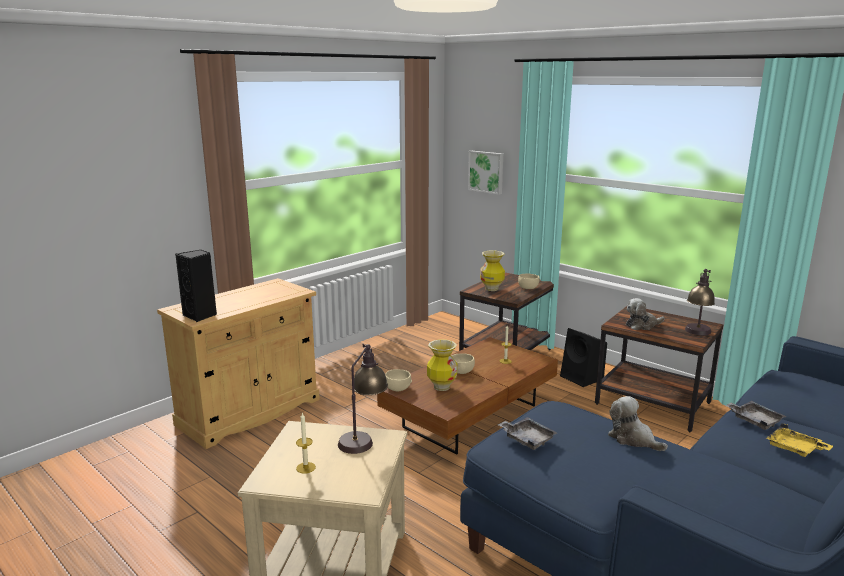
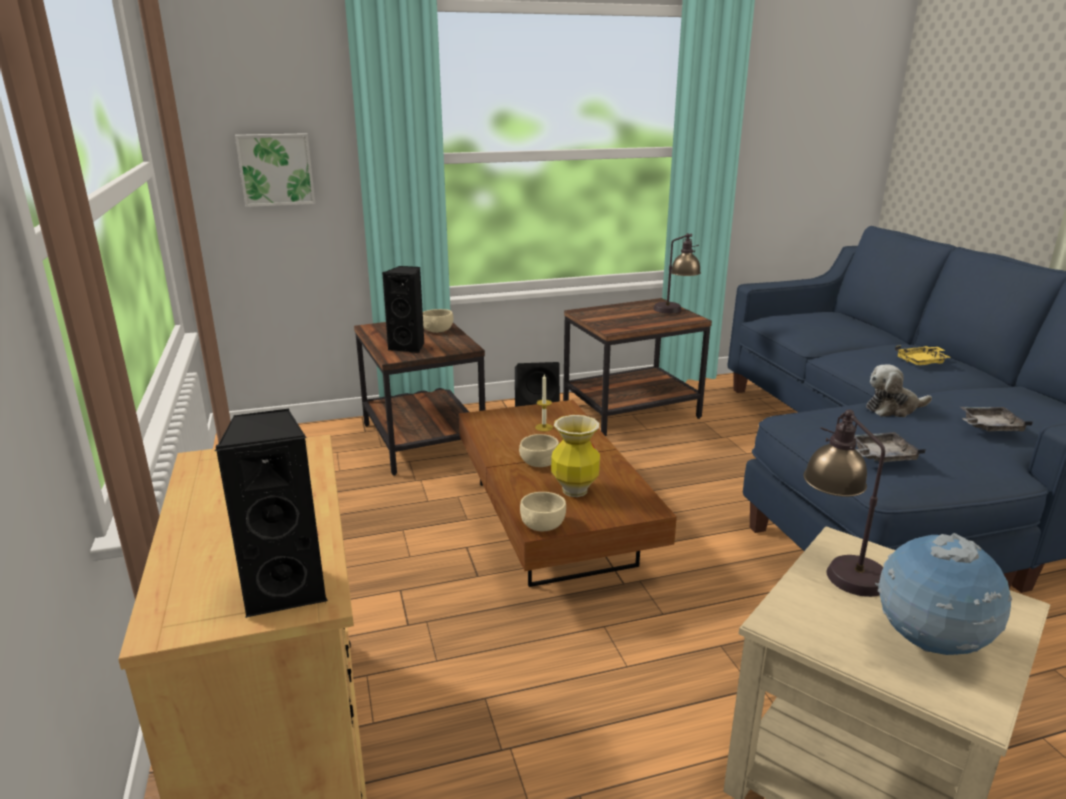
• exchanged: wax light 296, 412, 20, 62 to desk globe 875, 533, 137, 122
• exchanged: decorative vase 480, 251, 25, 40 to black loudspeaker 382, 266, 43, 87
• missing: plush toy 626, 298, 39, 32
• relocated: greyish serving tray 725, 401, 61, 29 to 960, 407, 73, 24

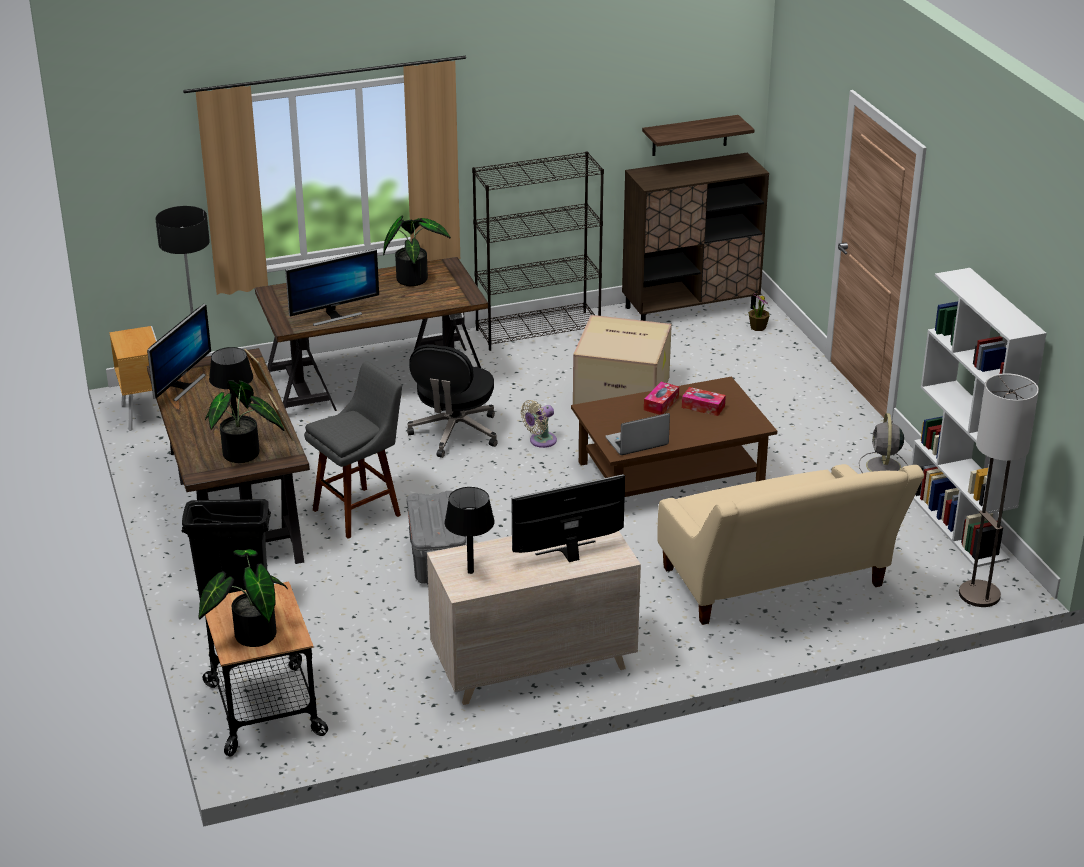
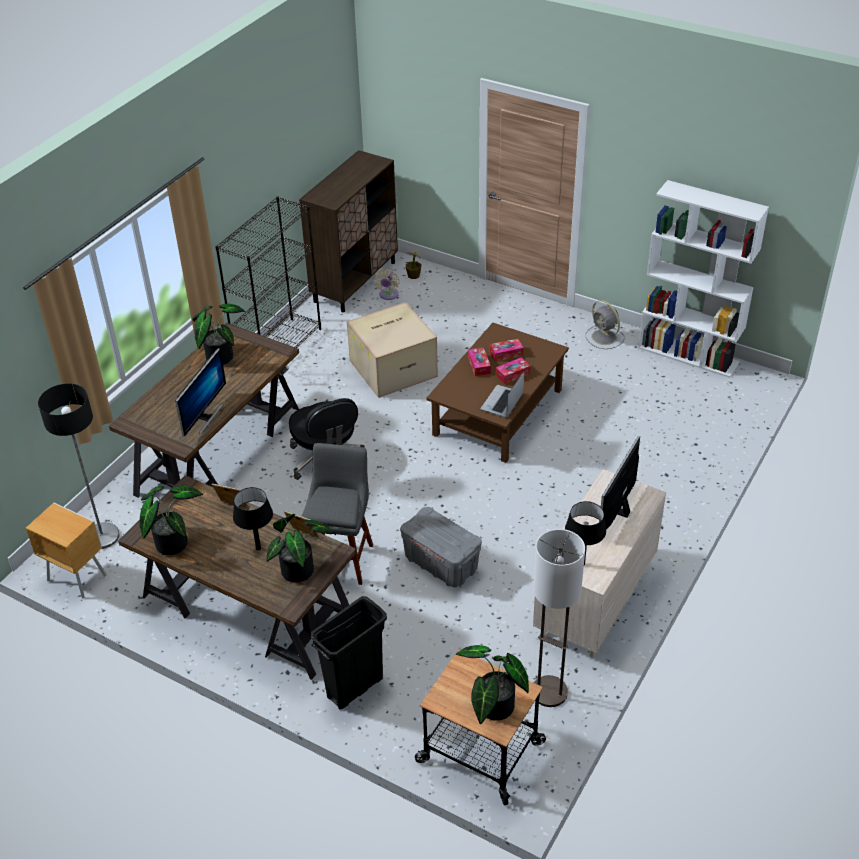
• exchanged: computer screen 147, 304, 64, 97 to houseplant 139, 486, 64, 69
• relocated: sand-coloured fan 520, 400, 37, 48 to 373, 269, 27, 31
• missing: wall shelf 642, 115, 113, 41
• missing: sand-coloured couch 657, 464, 267, 161
• relocated: standing lamp 959, 373, 80, 234 to 533, 529, 52, 178
• appeared: tissue holder 496, 357, 34, 27

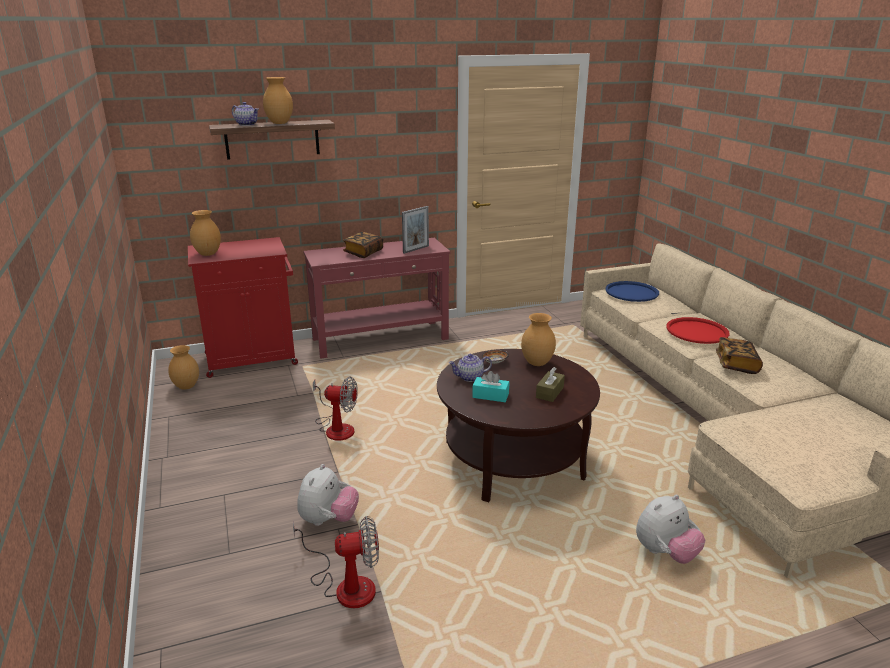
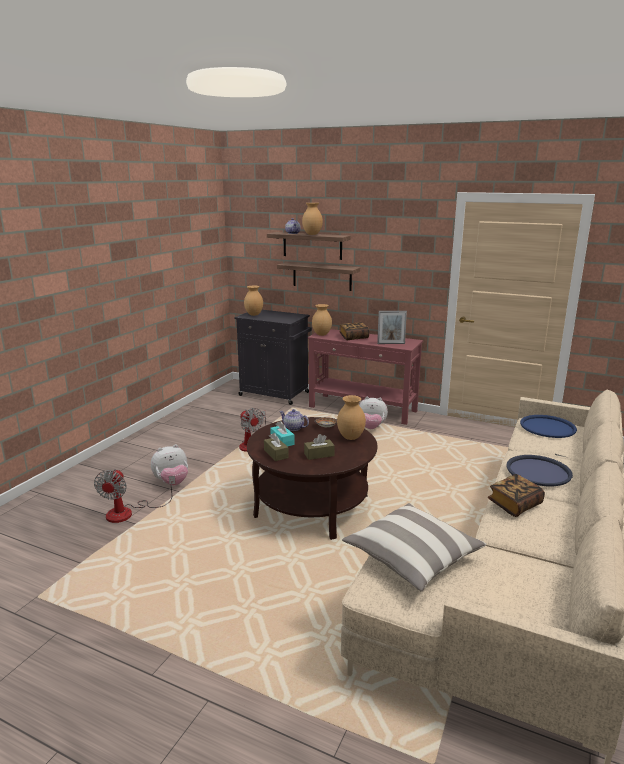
• relocated: brown-coloured decorative vase 168, 345, 31, 45 to 312, 304, 20, 32
• colour: red storage cabinet 188, 237, 110, 141 to black storage cabinet 234, 310, 78, 95
• spun: fan 293, 516, 86, 92 = 94, 469, 82, 54 60 degrees clockwise
• relocated: plush toy 636, 494, 69, 70 to 359, 397, 29, 32
• colour: red serving tray 666, 317, 64, 27 to bluish serving tray 506, 455, 67, 31
• appeared: brown-coloured tissue holder 264, 433, 25, 28
• appeared: wall shelf 277, 262, 83, 29
• appeared: pillow 342, 503, 145, 89

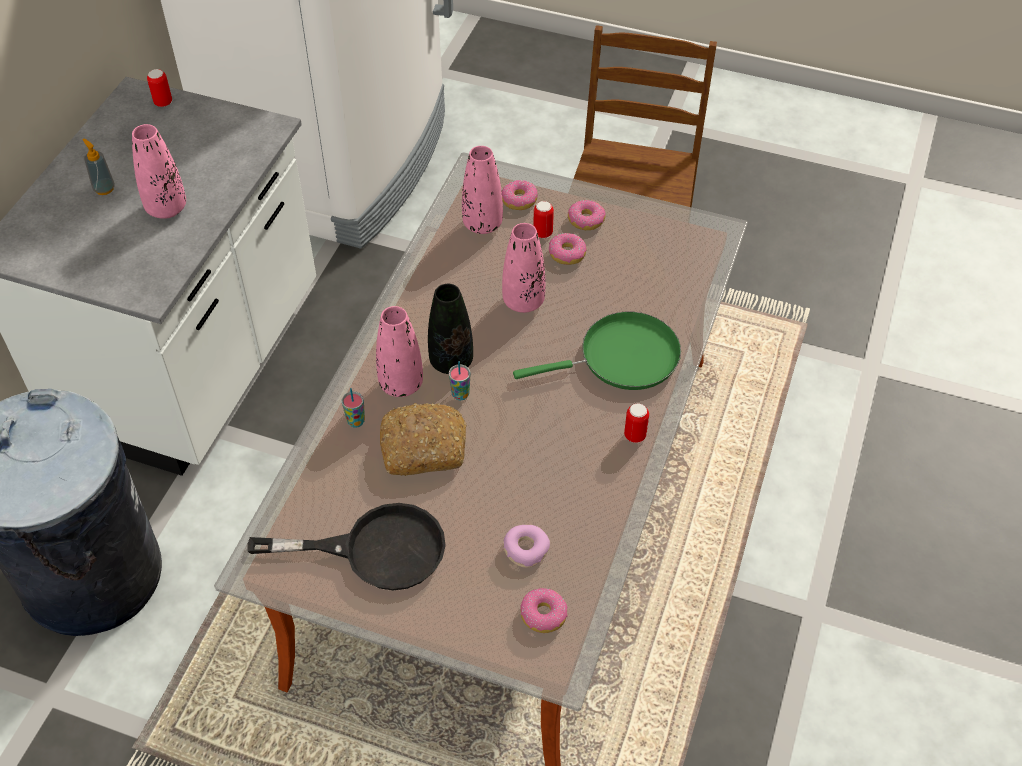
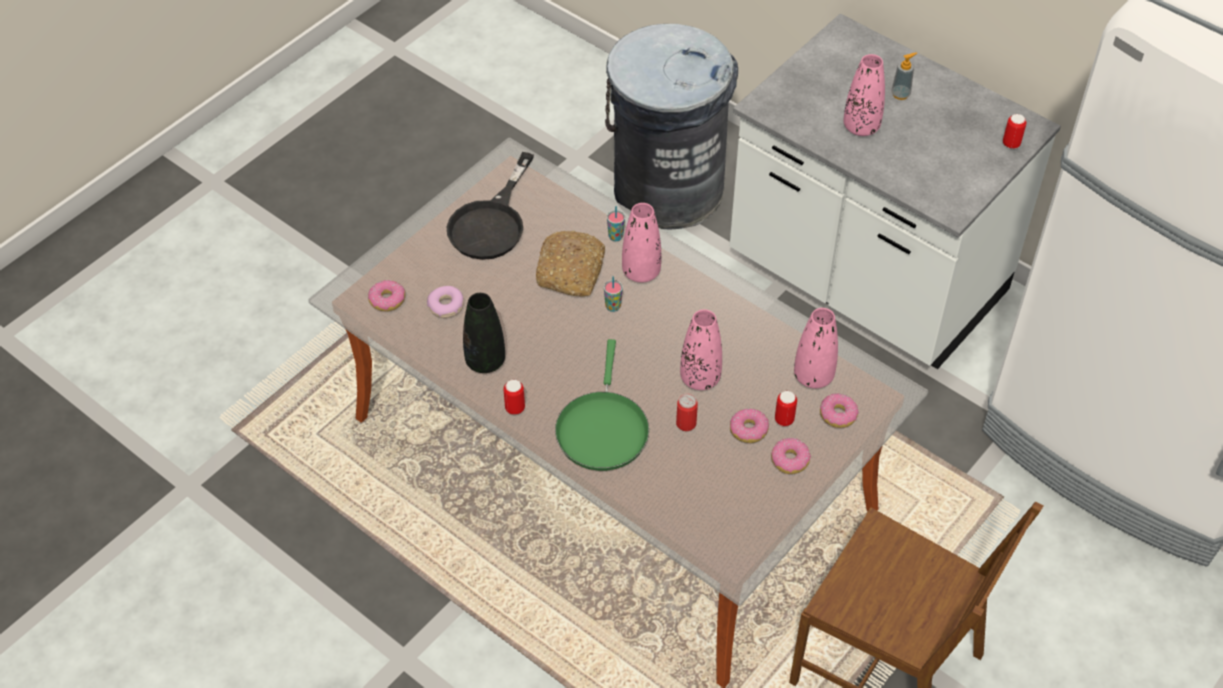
• relocated: black decorative vase 428, 284, 45, 90 to 463, 293, 42, 80
• appeared: metal can 676, 393, 22, 38

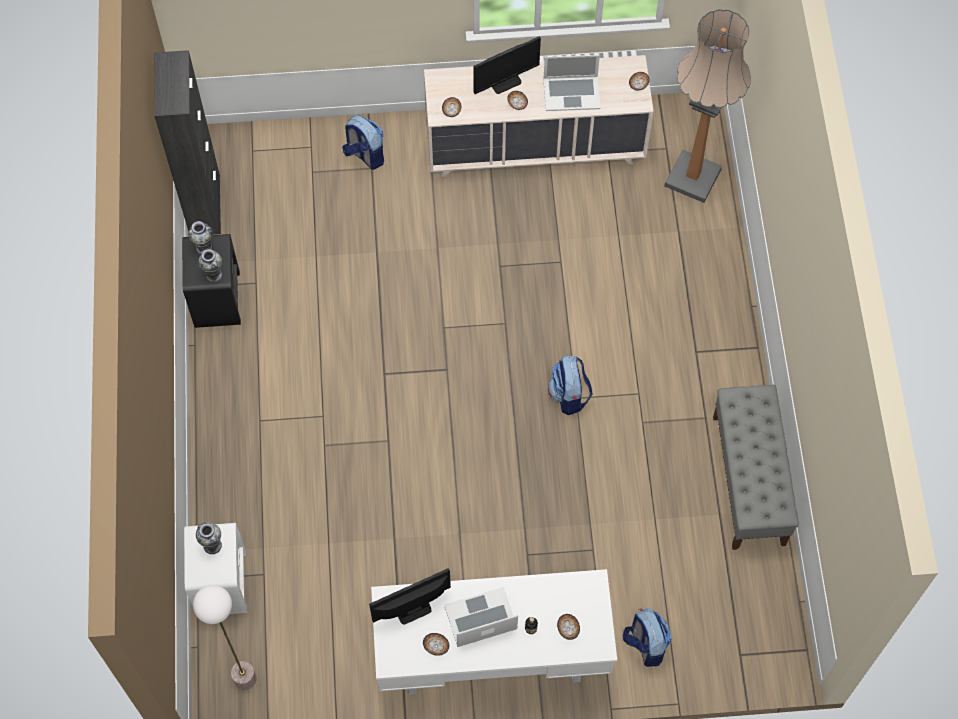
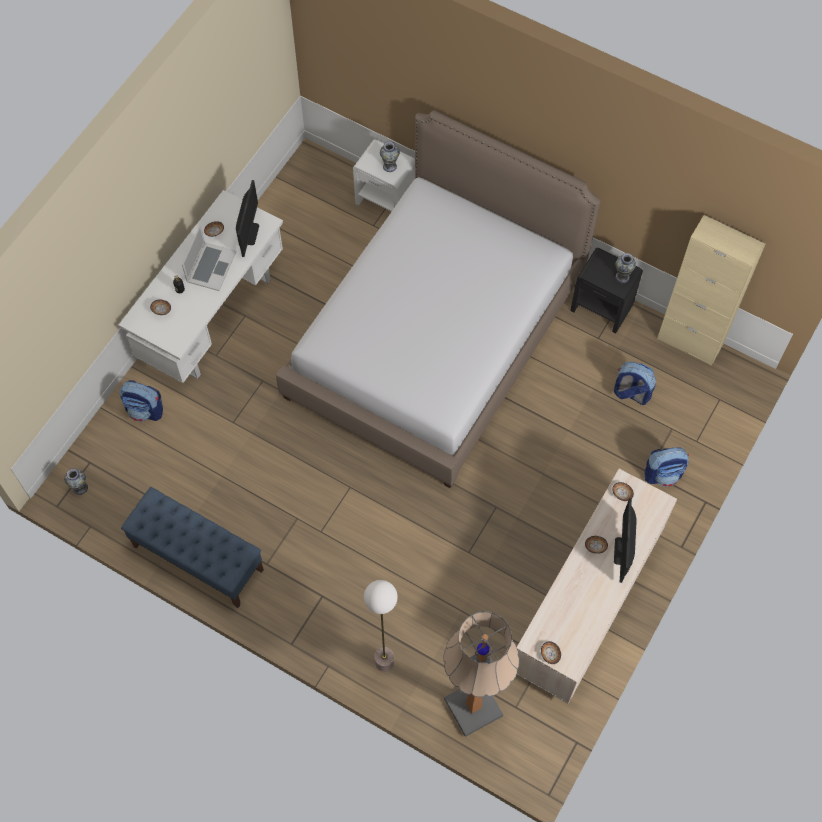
• colour: black storage cabinet 154, 50, 67, 184 to sand-coloured storage cabinet 657, 215, 108, 151
• relocated: standing lamp 193, 585, 64, 105 to 364, 580, 34, 92
• relocated: decorative vase 198, 249, 24, 34 to 64, 468, 24, 27
• missing: portable computer 543, 55, 57, 56
• relocated: knapsack 548, 355, 45, 60 to 614, 362, 42, 43
• colour: greyish bench 713, 385, 86, 165 to bluish bench 121, 487, 143, 121
• appeared: bedroom bed 276, 111, 325, 377

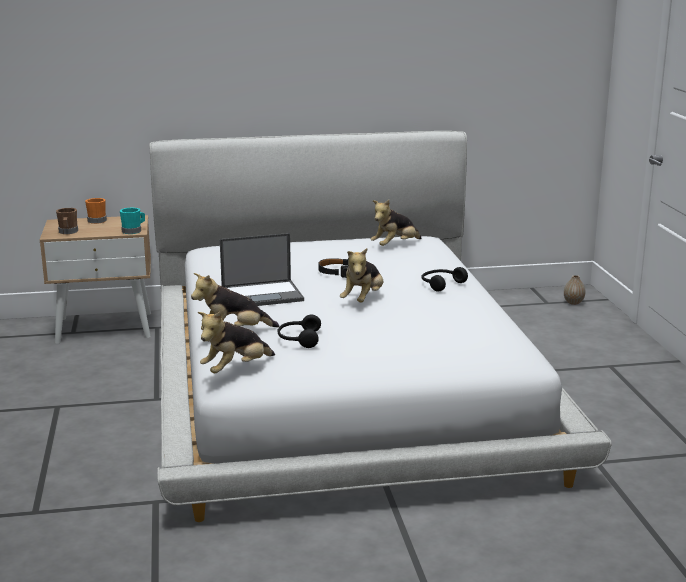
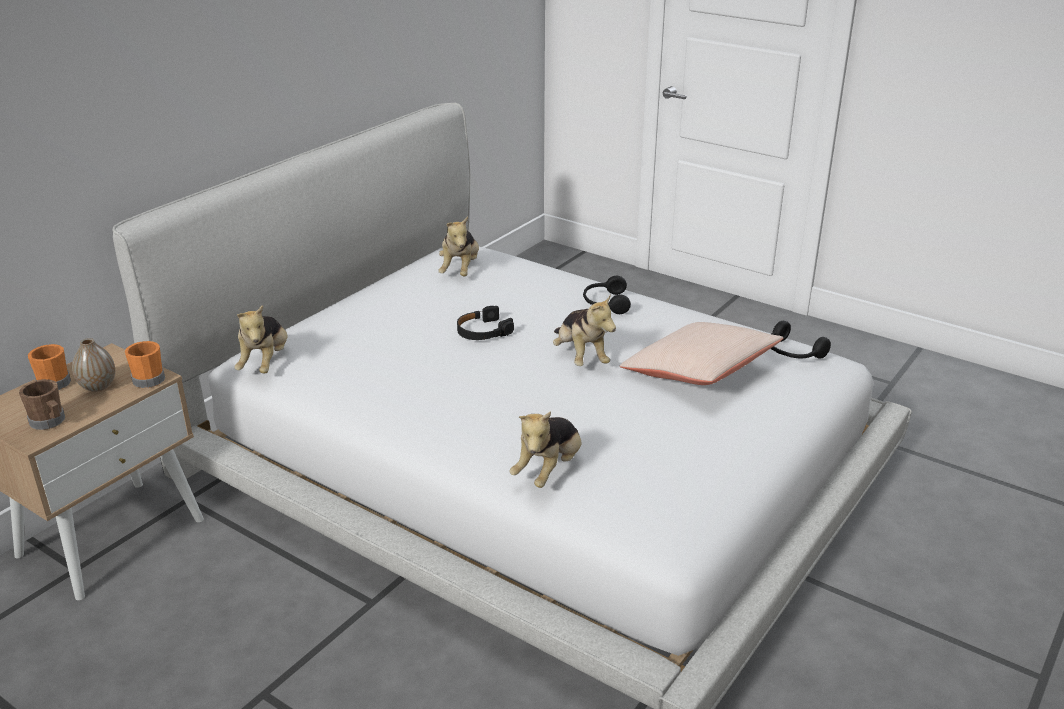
• colour: turquoise tea mug 120, 208, 25, 26 to orange tea mug 125, 341, 40, 47
• relocated: plush toy 198, 311, 77, 62 to 235, 305, 53, 69
• missing: portable computer 220, 233, 84, 73
• relocated: black headphones 277, 315, 44, 33 to 770, 321, 61, 38
• relocated: decorative vase 564, 275, 21, 30 to 72, 338, 43, 54
• appeared: sand-coloured pillow 620, 322, 163, 63

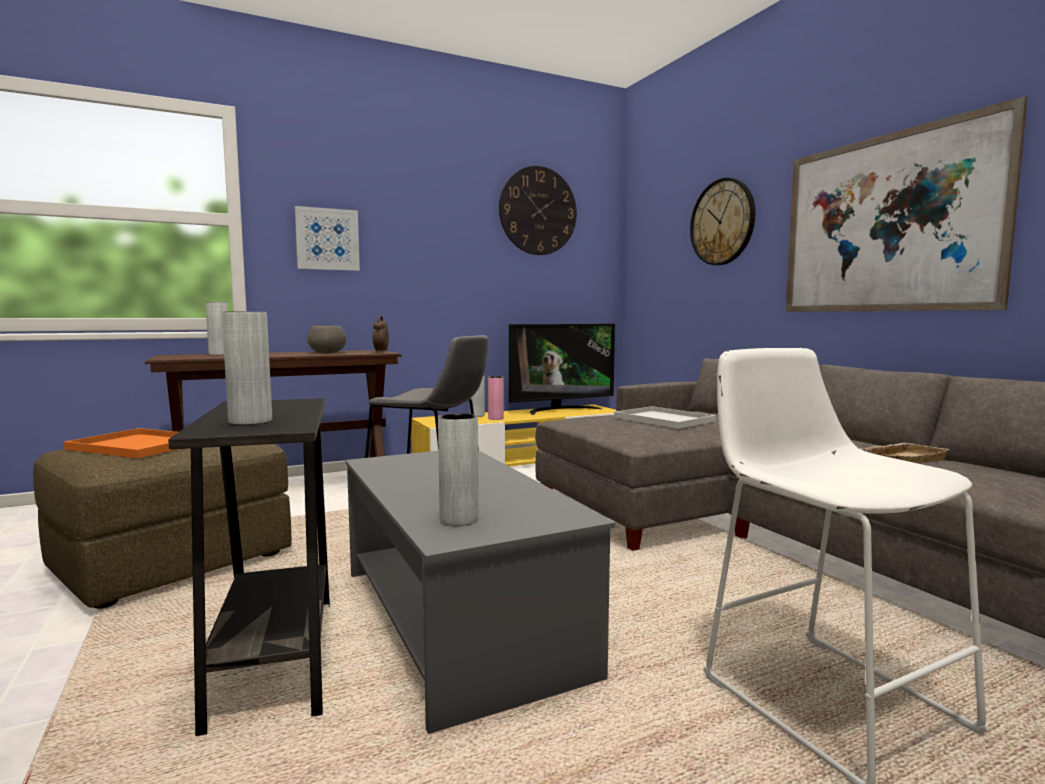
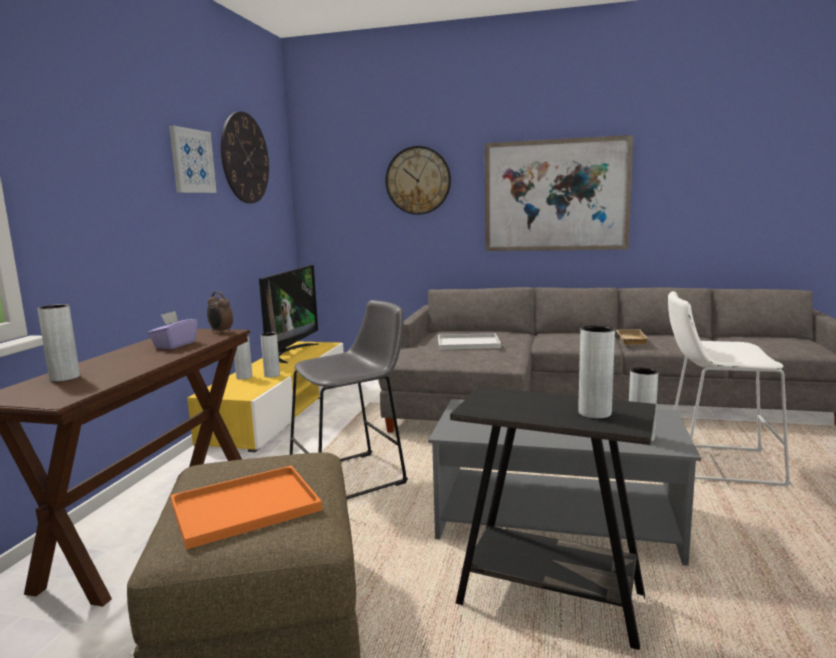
• relocated: wall picture 295, 206, 65, 65 to 169, 125, 48, 68
• exchanged: greyish bowl 307, 325, 39, 28 to purple-coloured tissue holder 148, 311, 50, 38
• colour: pinkish decorative vase 488, 376, 16, 44 to greyish decorative vase 261, 332, 19, 46

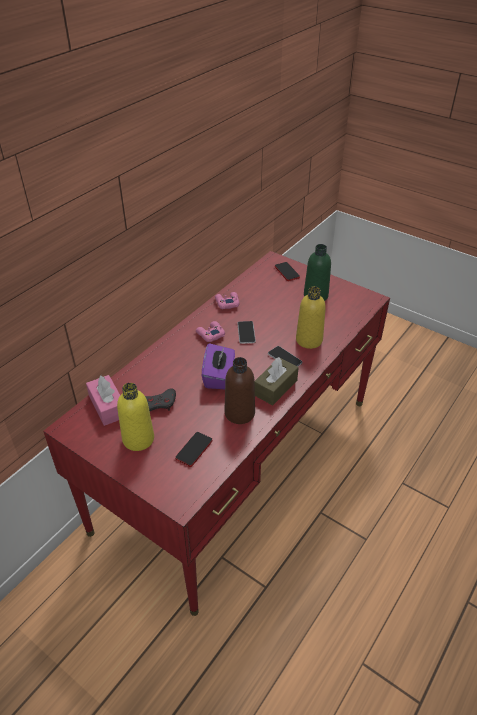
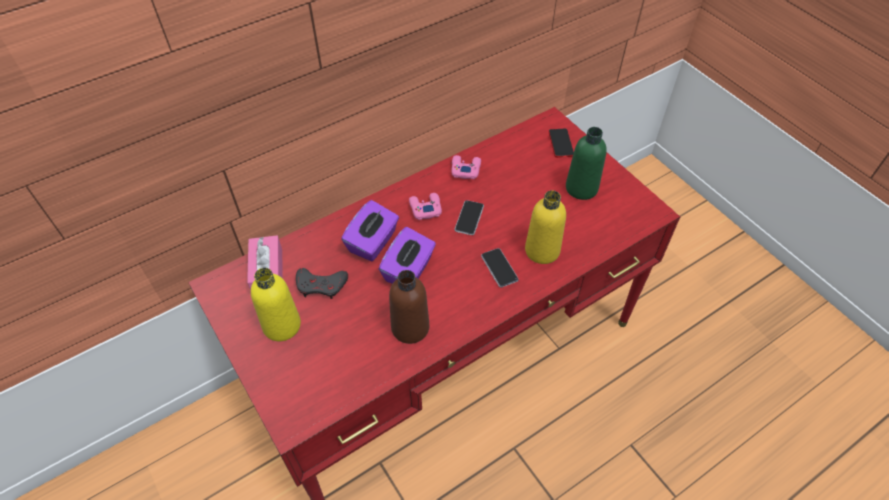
• missing: phone 175, 432, 37, 35
• missing: brown-coloured tissue holder 255, 357, 44, 48
• appeared: purple-coloured tissue holder 341, 200, 58, 61

